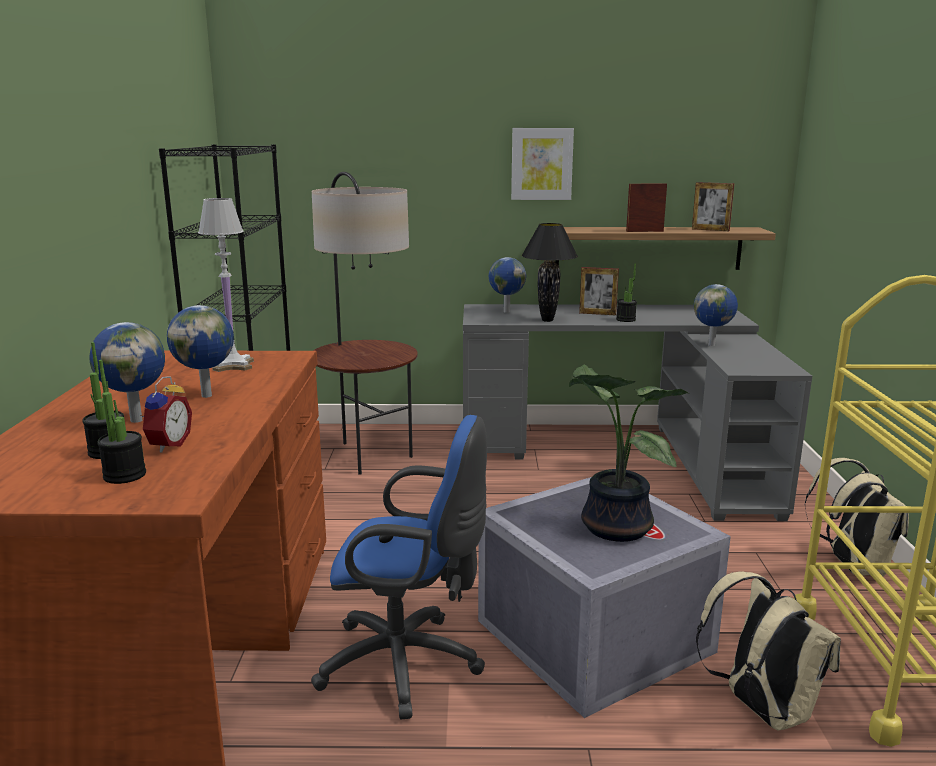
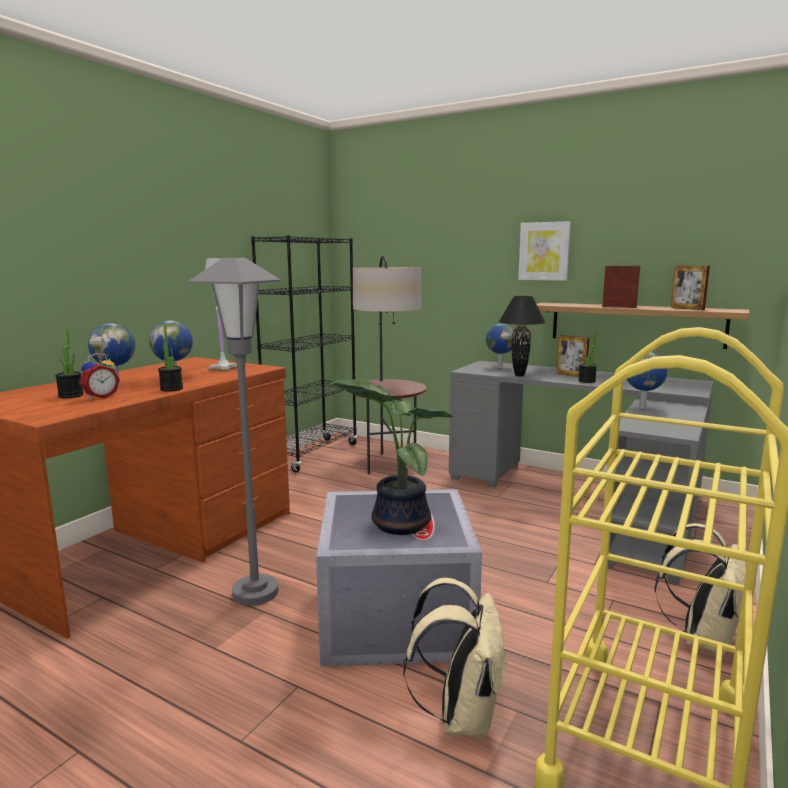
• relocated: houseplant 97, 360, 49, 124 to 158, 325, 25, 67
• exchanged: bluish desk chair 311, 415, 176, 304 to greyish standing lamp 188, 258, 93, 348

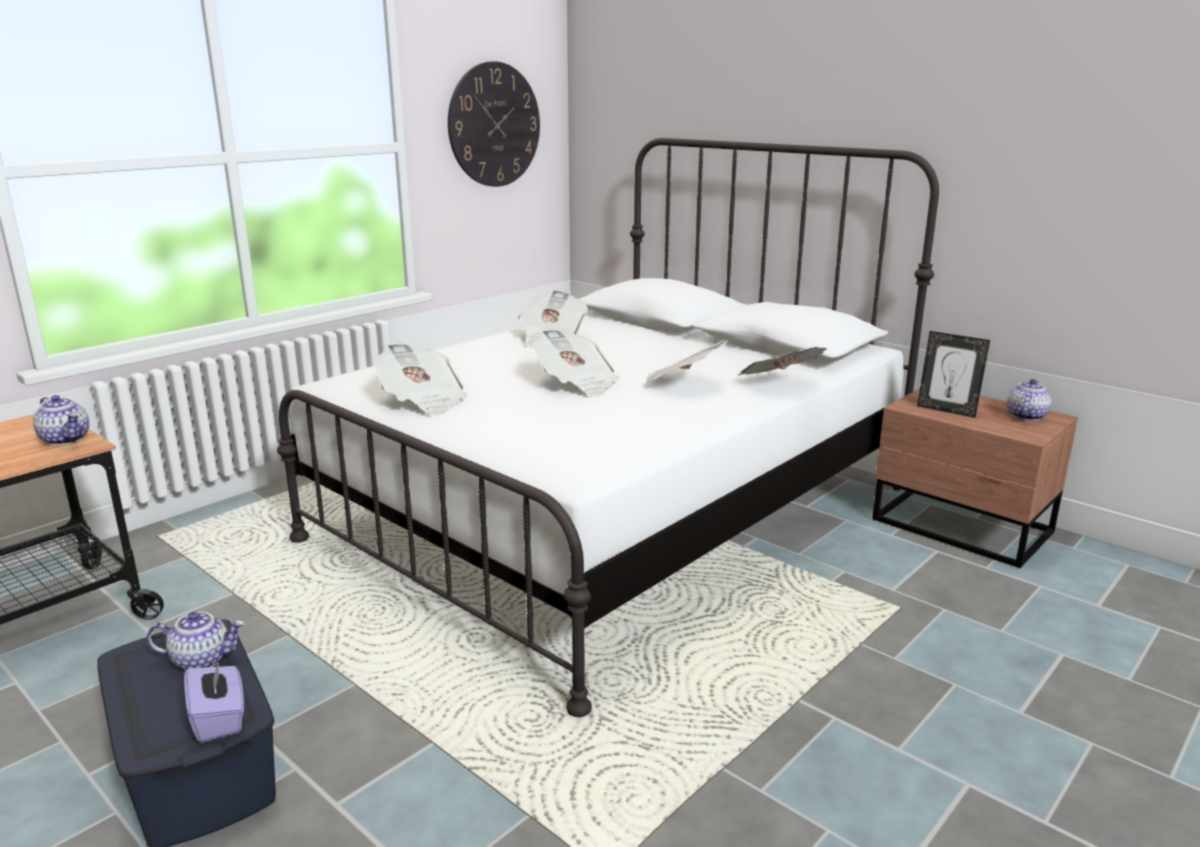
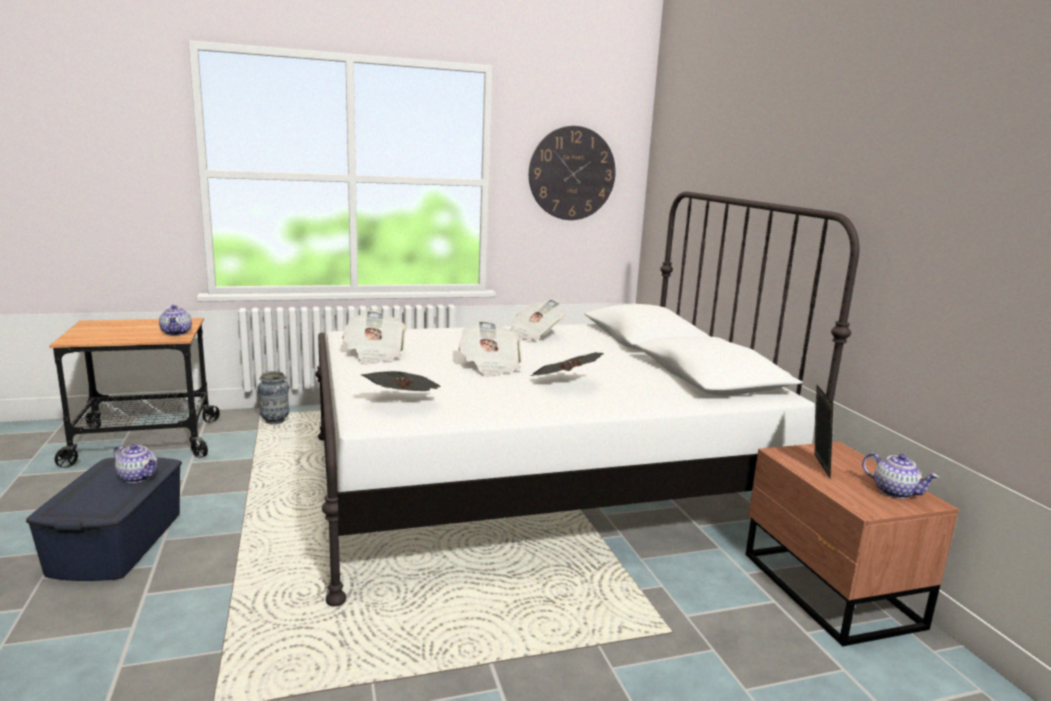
• missing: purple-coloured tissue holder 184, 659, 60, 84
• relocated: daily paper 738, 347, 89, 28 to 361, 371, 79, 20
• spun: photo frame 917, 331, 73, 87 = 814, 385, 19, 94 150 degrees counterclockwise
• spun: pot for tea 1007, 379, 44, 42 = 862, 452, 77, 47 75 degrees clockwise
• appeared: decorative vase 257, 371, 32, 53

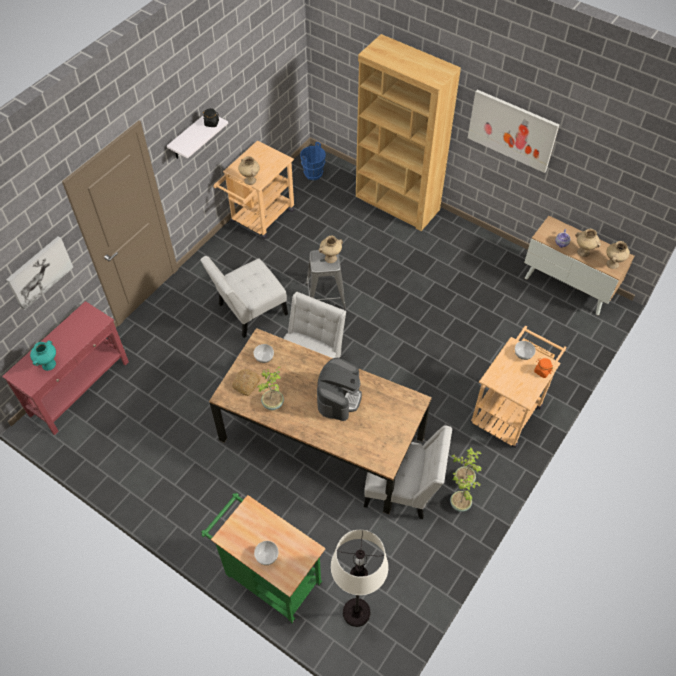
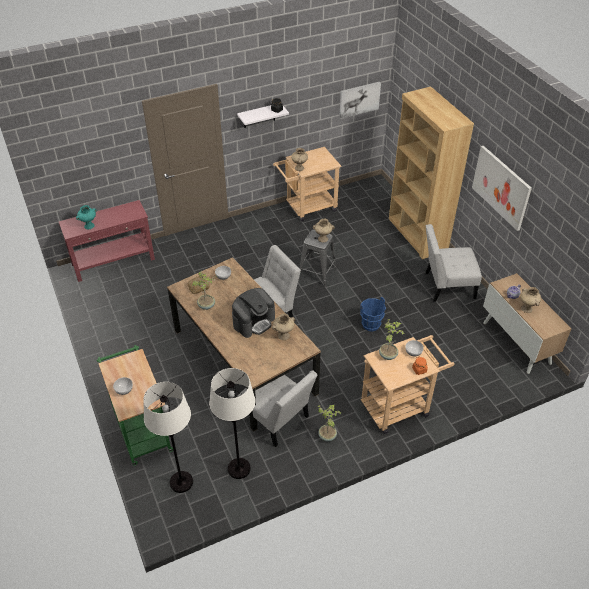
• relocated: wall picture 6, 236, 68, 74 to 339, 82, 42, 37
• relocated: white chair 200, 256, 88, 82 to 425, 224, 57, 78
• relocated: bluish bucket 300, 142, 26, 38 to 360, 297, 26, 35
• relocated: houseplant 450, 473, 31, 39 to 379, 319, 26, 41
• relocated: sand-coloured decorative vase 606, 241, 24, 28 to 272, 314, 23, 26
• appeared: white standing lamp 209, 368, 46, 111

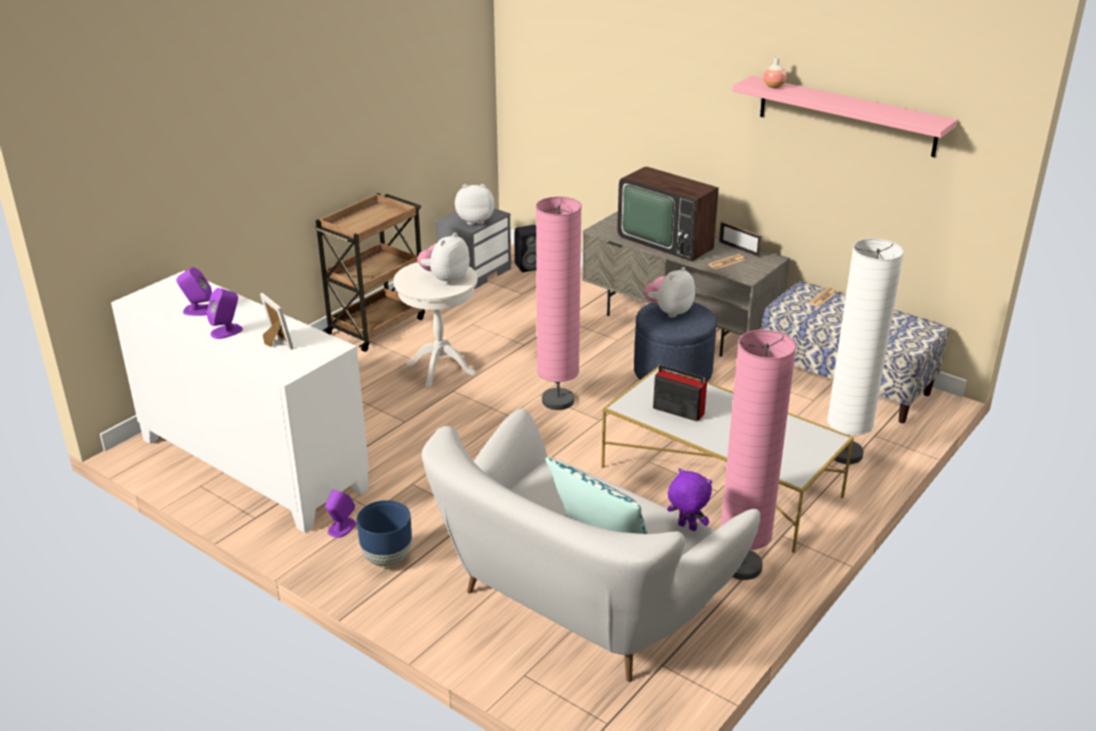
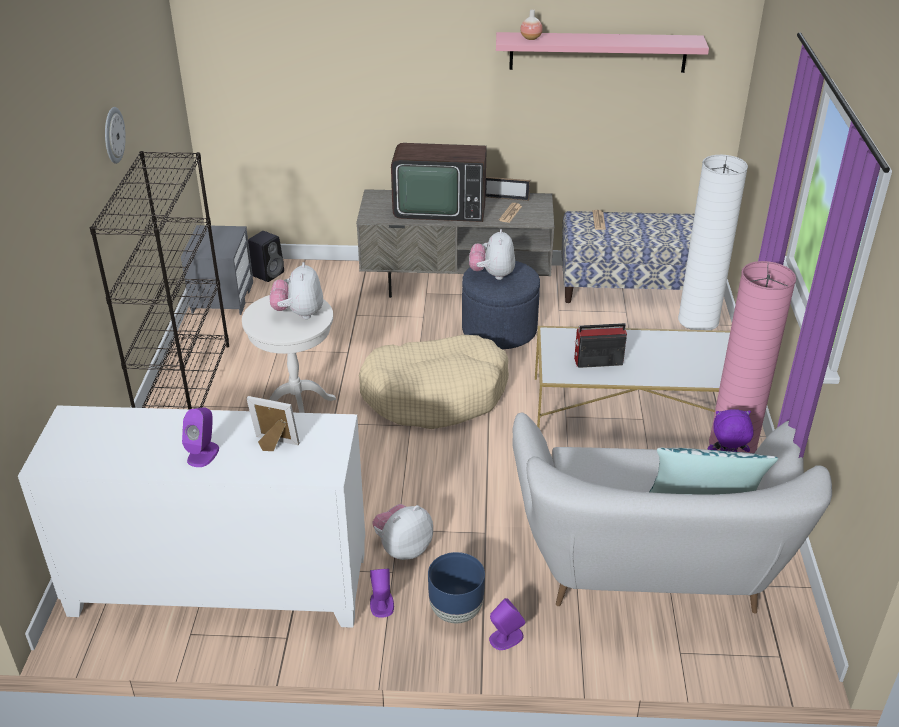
• relocated: purple-coloured loudspeaker 176, 267, 36, 49 to 489, 598, 37, 52
• exchanged: brown-coloured wheeled cart 312, 193, 113, 159 to black shelving unit 90, 151, 139, 258
• relocated: plush toy 455, 184, 40, 41 to 372, 504, 61, 56
• exchanged: pinkish standing lamp 536, 196, 46, 214 to sand-coloured dog cushion 359, 335, 150, 94
• appeared: wall clock 105, 107, 21, 57

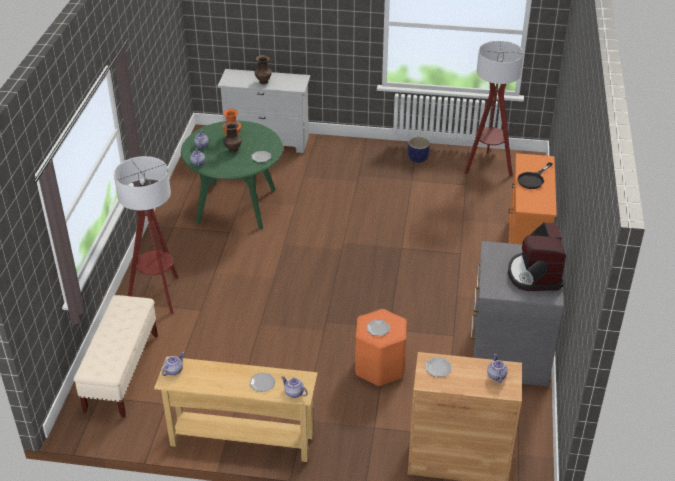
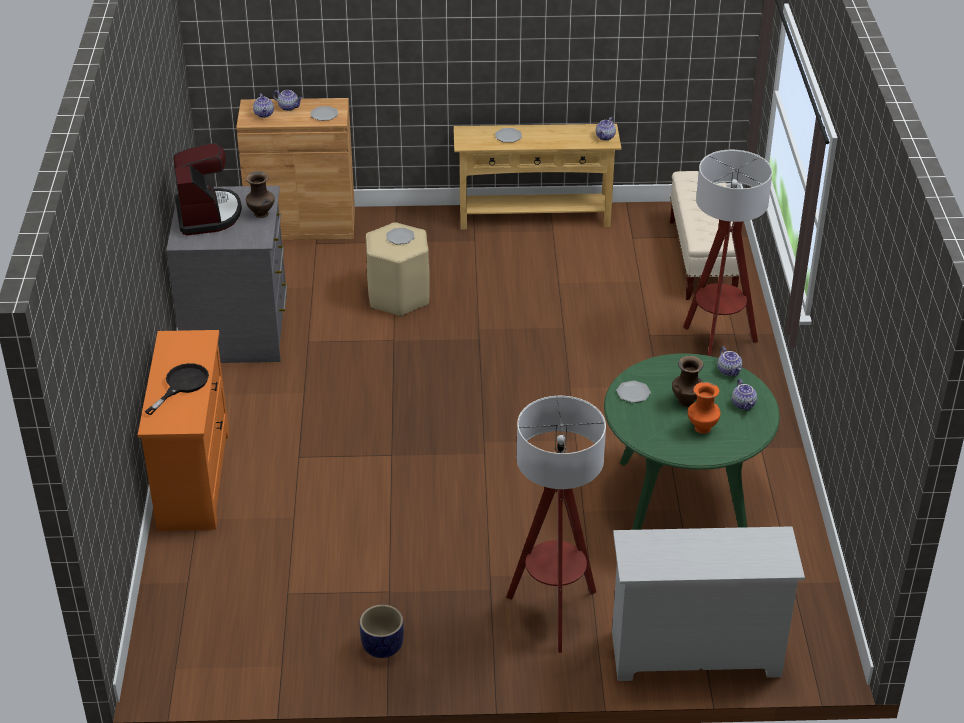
• relocated: brown-coloured decorative vase 254, 55, 18, 29 to 246, 171, 29, 47
• relocated: pot for tea 281, 376, 27, 22 to 273, 90, 30, 21
• colour: orange stool 355, 309, 52, 78 to sand-coloured stool 366, 222, 64, 95
• relocated: standing lamp 465, 41, 59, 135 to 506, 396, 100, 257

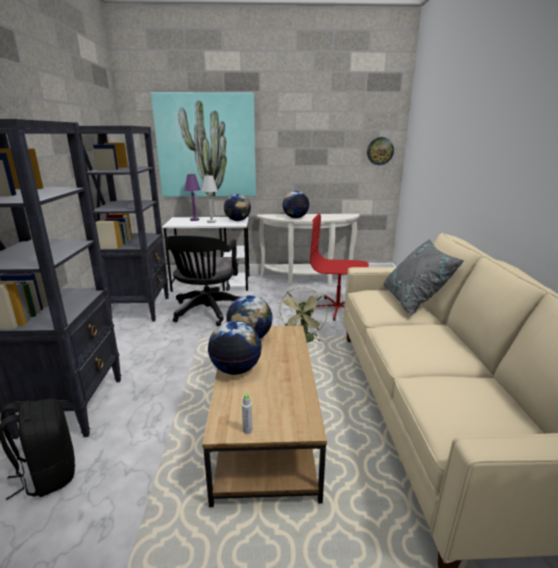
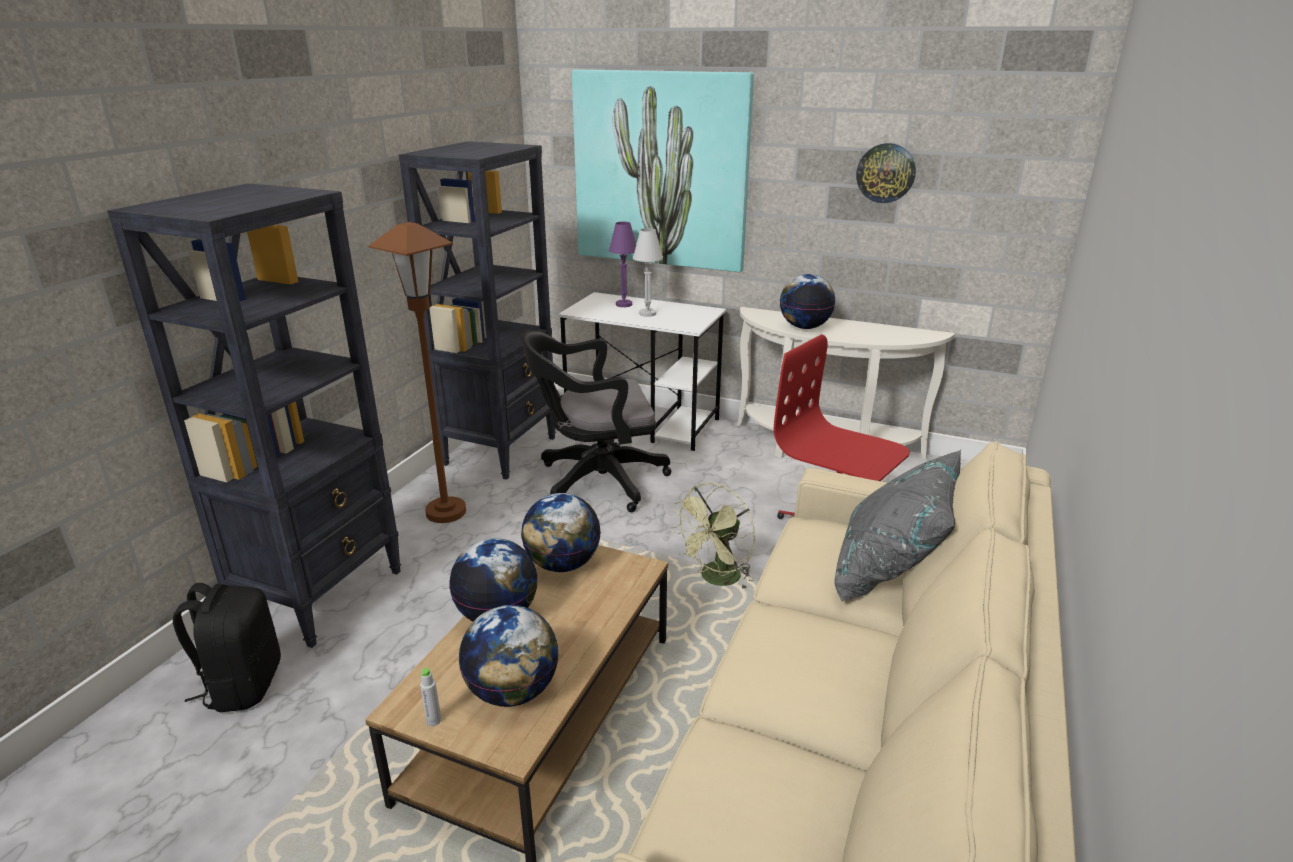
• spun: black desk chair 165, 235, 76, 91 = 521, 331, 150, 181 45 degrees clockwise
• relocated: desk globe 224, 194, 27, 27 to 459, 605, 99, 102
• relocated: wall clock 367, 137, 27, 28 to 856, 143, 60, 60
• appeared: brown-coloured standing lamp 368, 222, 98, 301

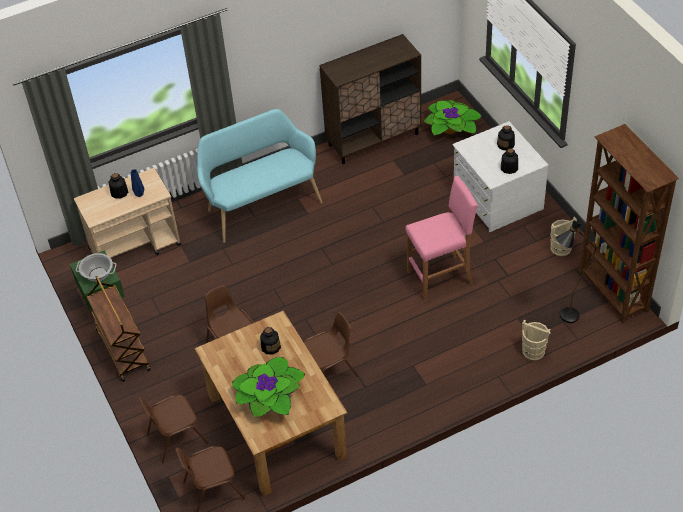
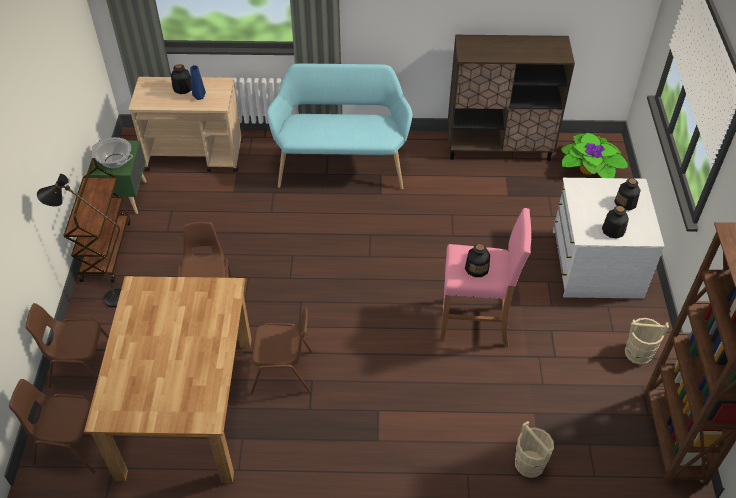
• missing: houseplant 232, 357, 73, 61
• relocated: drink bottle 260, 327, 21, 28 to 465, 244, 25, 33
• relocated: black standing lamp 555, 220, 42, 103 to 37, 174, 84, 134

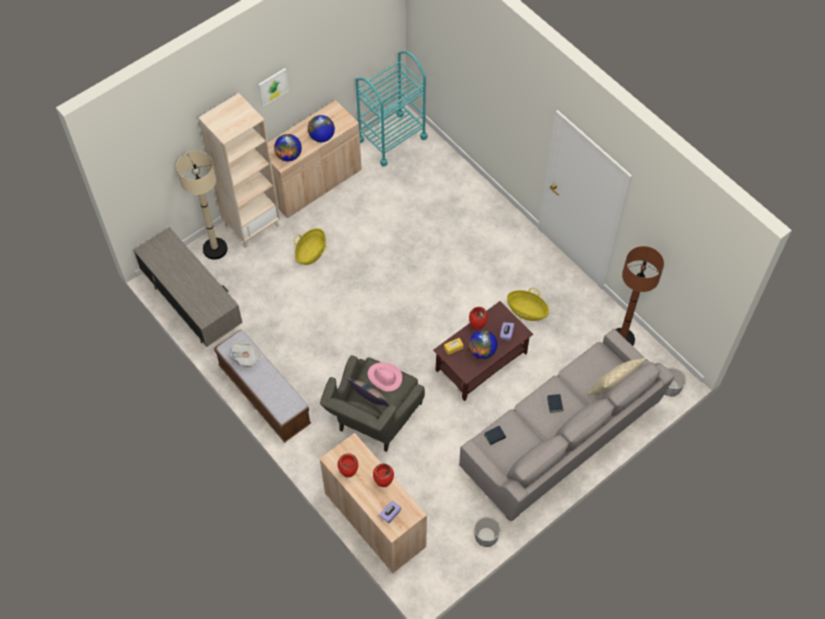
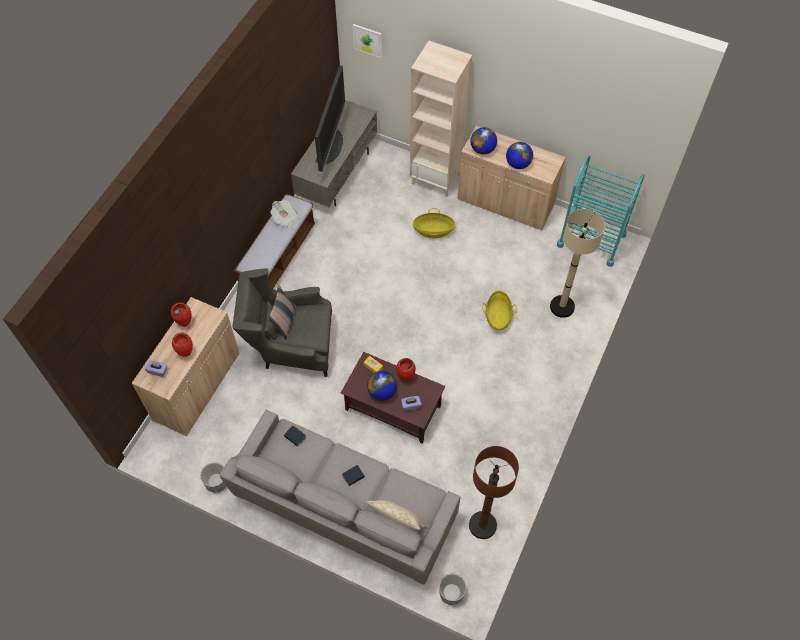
• relocated: sand-coloured standing lamp 176, 151, 52, 109 to 550, 209, 55, 109
• relocated: wall picture 258, 68, 31, 39 to 353, 24, 29, 34
• missing: pinkish wearable hat 367, 362, 35, 30
• relocated: storage basket 507, 288, 42, 33 to 482, 291, 35, 39
• appeared: TV set 315, 65, 30, 113

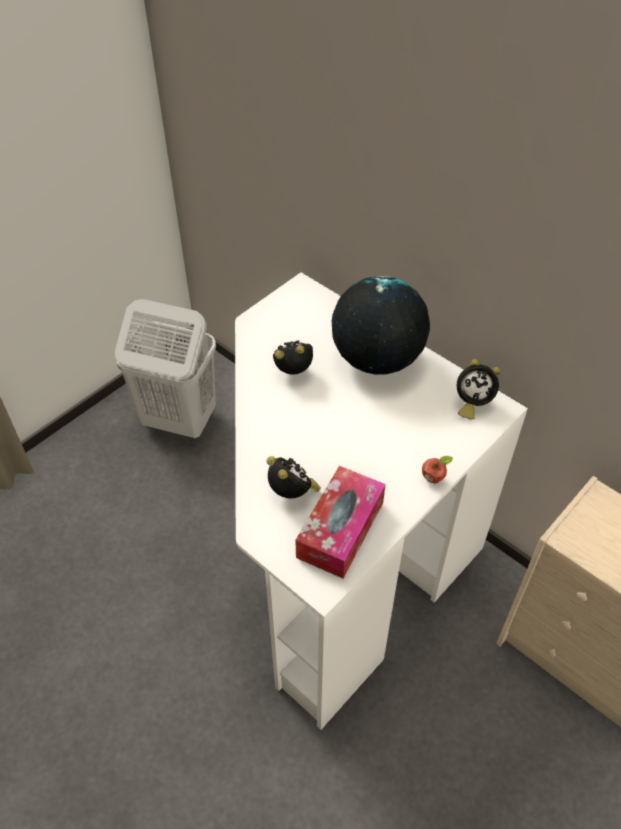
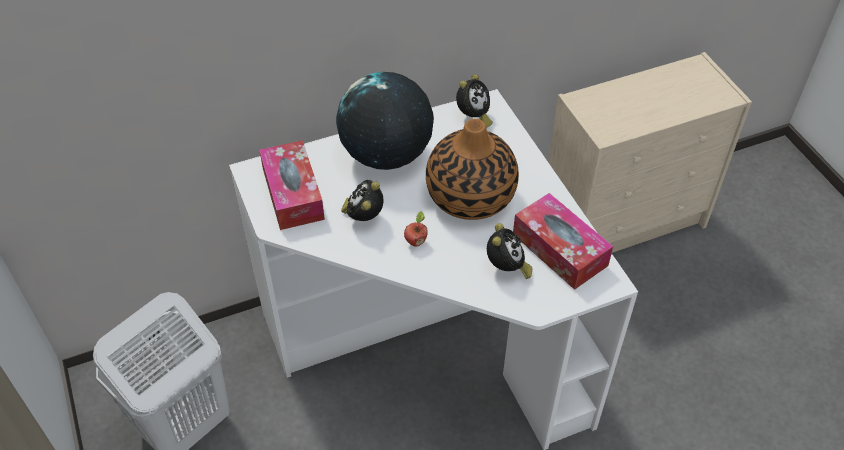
• spun: bedside clock 267, 456, 54, 42 = 487, 223, 45, 56 105 degrees clockwise
• relocated: apple fruit 422, 456, 31, 27 to 404, 211, 24, 36
• appeared: tissue holder 259, 140, 66, 90
• appeared: decorative vase 426, 119, 93, 101

